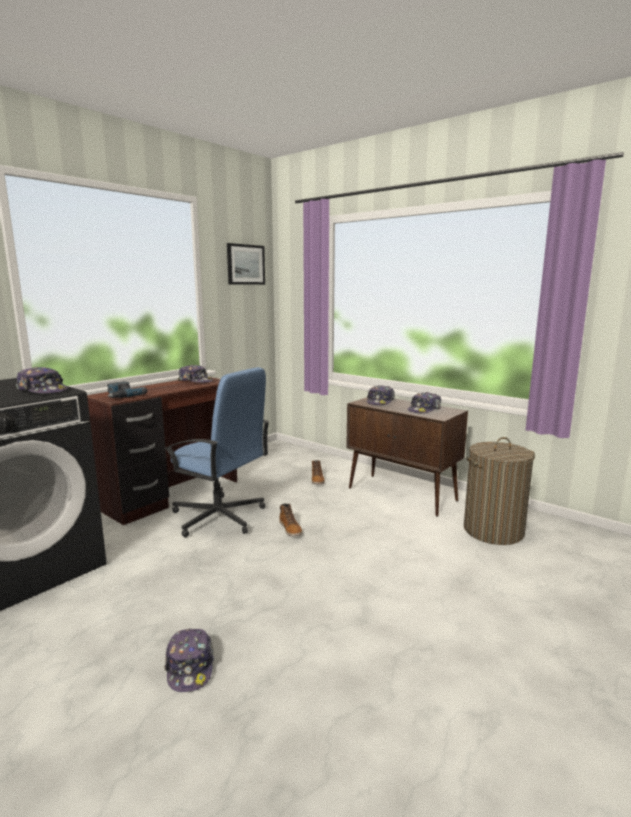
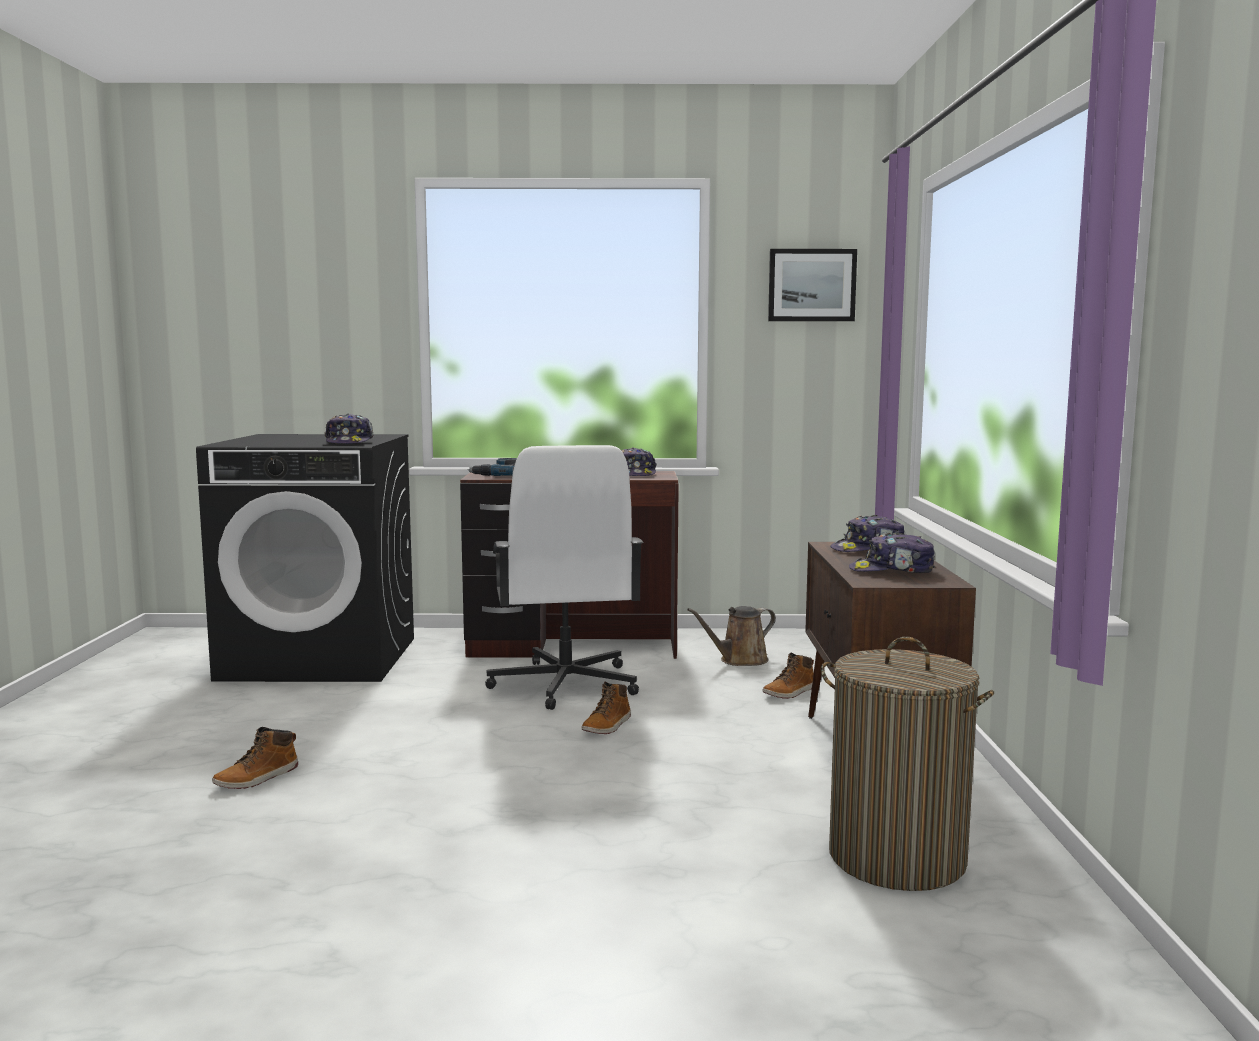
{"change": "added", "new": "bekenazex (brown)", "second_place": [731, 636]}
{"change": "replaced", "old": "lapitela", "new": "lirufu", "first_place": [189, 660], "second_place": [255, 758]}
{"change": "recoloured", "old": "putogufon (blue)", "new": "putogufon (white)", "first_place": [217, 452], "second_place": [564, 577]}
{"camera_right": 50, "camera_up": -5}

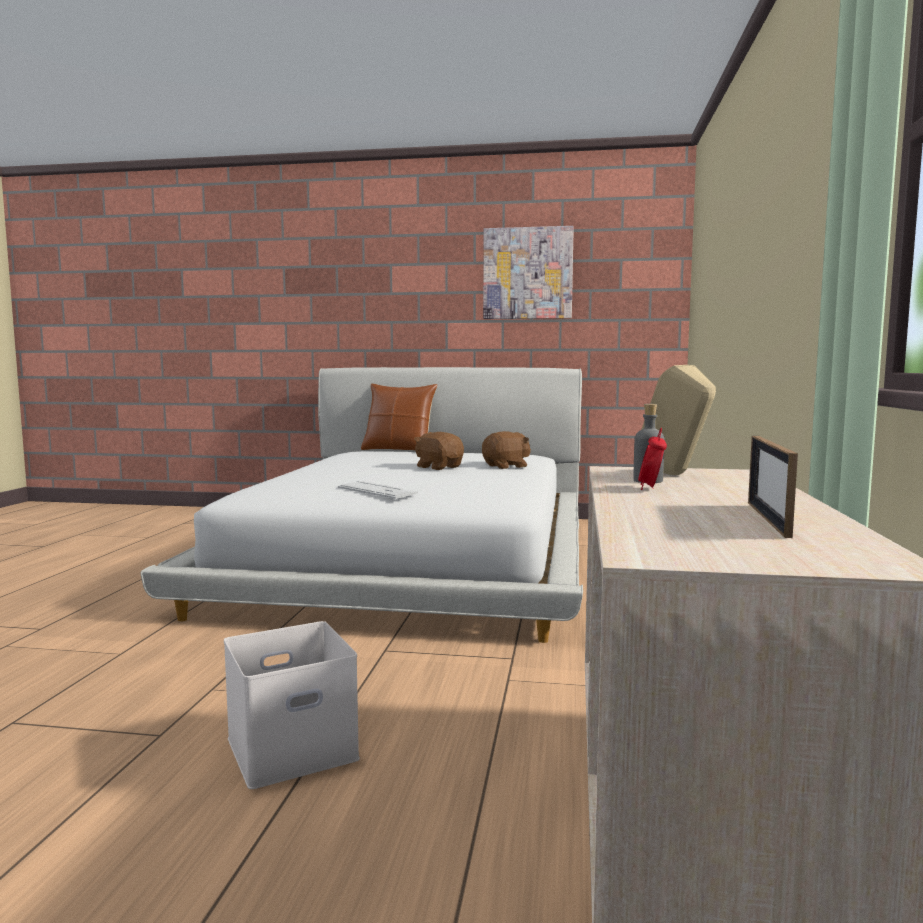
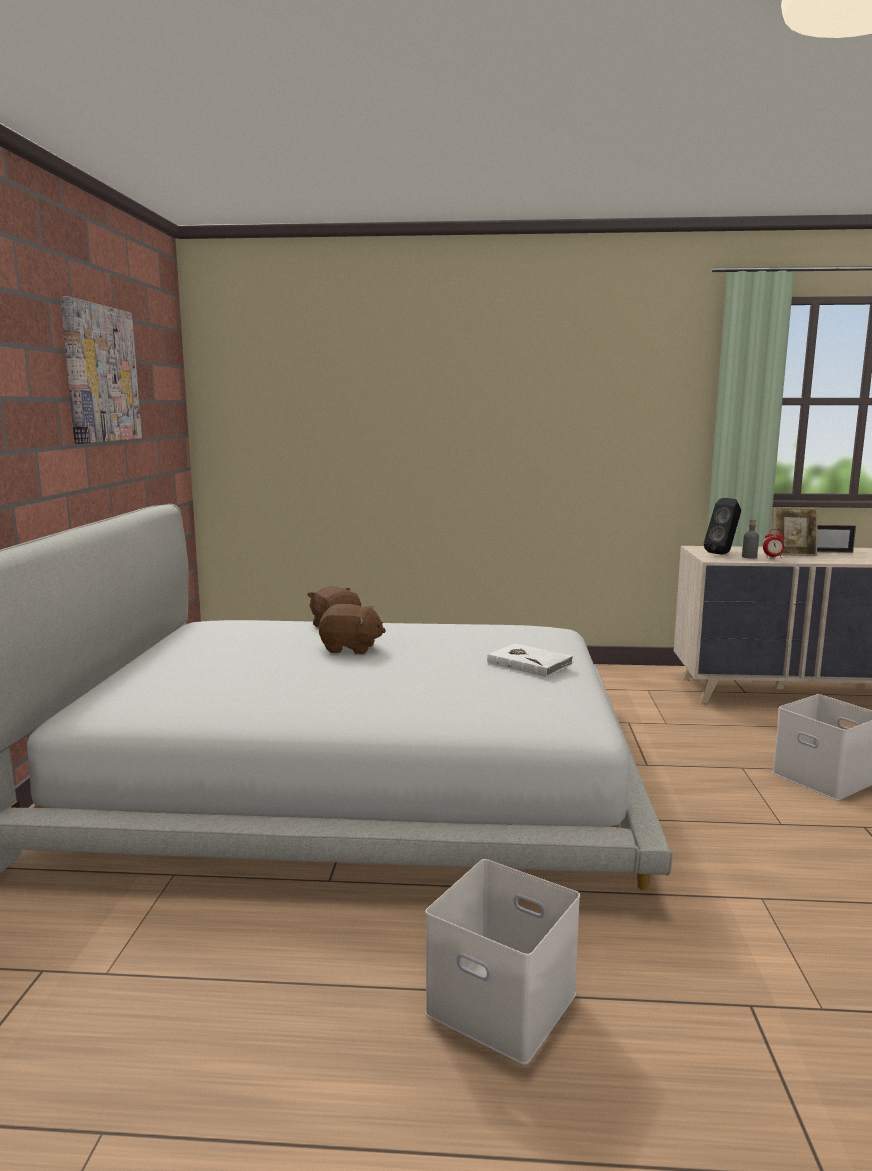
{"change": "removed", "old": "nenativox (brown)", "first_place": [399, 417]}
{"change": "added", "new": "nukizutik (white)", "second_place": [502, 962]}
{"change": "added", "new": "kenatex", "second_place": [796, 531]}
{"change": "replaced", "old": "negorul", "new": "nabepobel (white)", "first_place": [378, 490], "second_place": [530, 660]}
{"change": "recoloured", "old": "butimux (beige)", "new": "butimux (black)", "first_place": [678, 420], "second_place": [722, 526]}
{"change": "turned", "old": "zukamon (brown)", "first_place": [439, 451], "second_place": [352, 629], "degrees": -120}
{"camera_right": -95, "camera_up": 5}

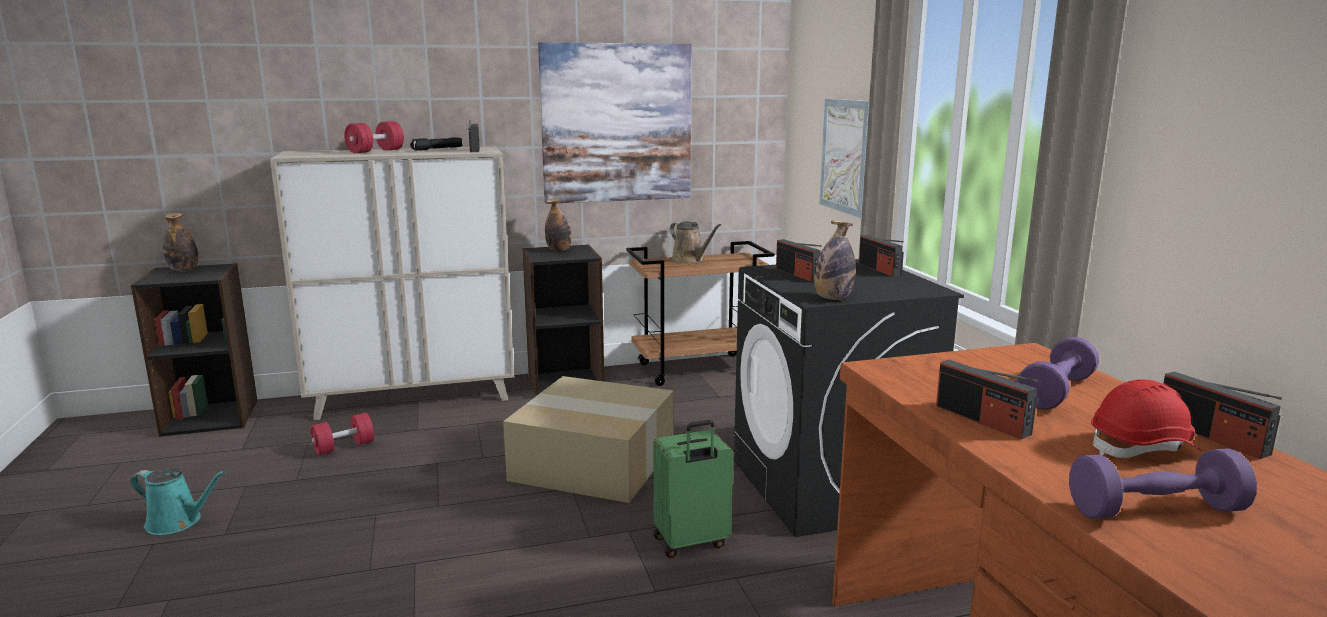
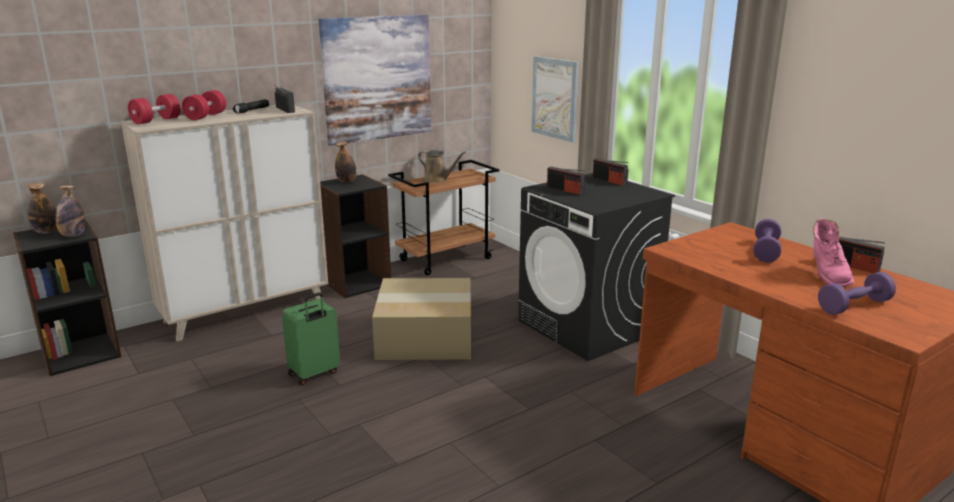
{"change": "removed", "old": "bekenazex (turquoise)", "first_place": [178, 501]}
{"change": "removed", "old": "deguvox", "first_place": [986, 399]}
{"change": "moved", "old": "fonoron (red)", "first_place": [342, 434], "second_place": [154, 109]}
{"change": "moved", "old": "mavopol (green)", "first_place": [693, 489], "second_place": [311, 338]}
{"change": "moved", "old": "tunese", "first_place": [835, 260], "second_place": [70, 211]}
{"change": "replaced", "old": "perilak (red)", "new": "lirufu (pink)", "first_place": [1146, 418], "second_place": [833, 252]}
{"camera_right": -20, "camera_up": 5}

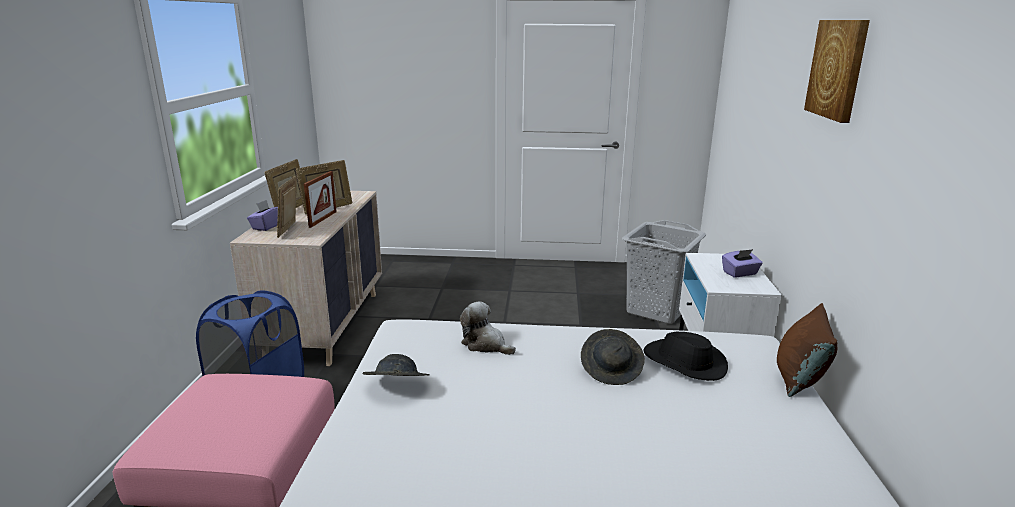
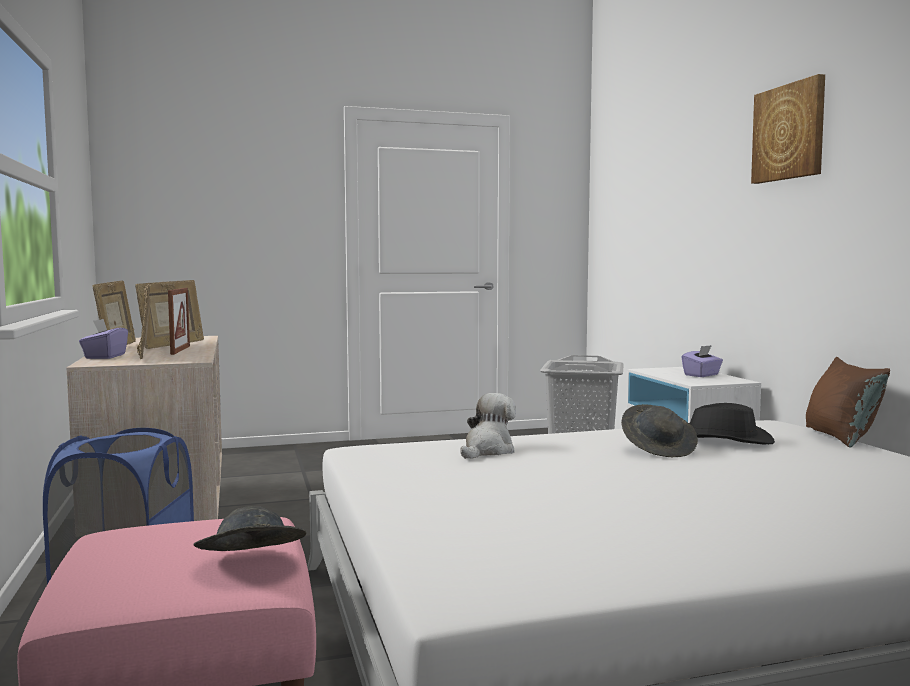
{"change": "moved", "old": "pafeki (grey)", "first_place": [396, 365], "second_place": [250, 528]}
{"change": "turned", "old": "zukamon", "first_place": [488, 328], "second_place": [488, 426], "degrees": 105}
{"camera_right": -20, "camera_up": -15}

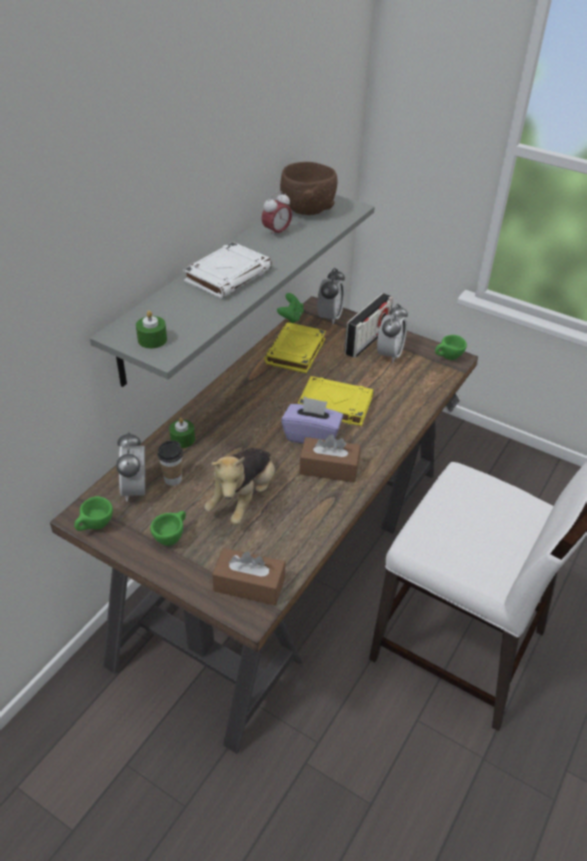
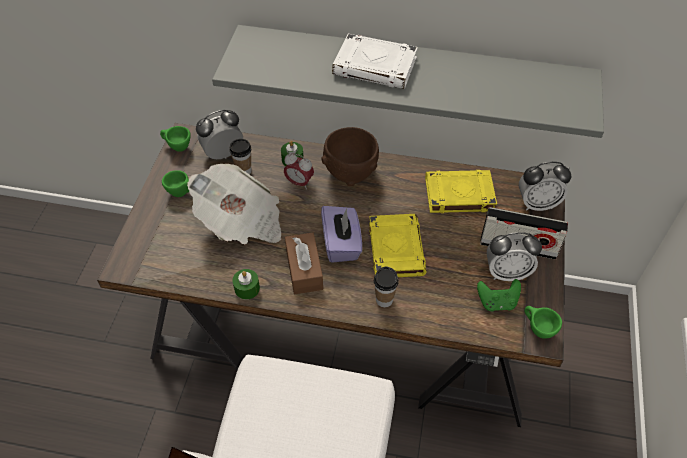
{"change": "removed", "old": "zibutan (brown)", "first_place": [248, 577]}
{"change": "added", "new": "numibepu", "second_place": [386, 286]}
{"change": "moved", "old": "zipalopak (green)", "first_place": [151, 330], "second_place": [246, 284]}
{"change": "moved", "old": "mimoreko", "first_place": [277, 214], "second_place": [299, 171]}
{"change": "moved", "old": "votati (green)", "first_place": [290, 308], "second_place": [499, 295]}
{"change": "moved", "old": "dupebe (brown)", "first_place": [309, 188], "second_place": [350, 156]}
{"change": "replaced", "old": "zukamon", "new": "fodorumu", "first_place": [239, 486], "second_place": [234, 204]}
{"camera_right": 70, "camera_up": 10}

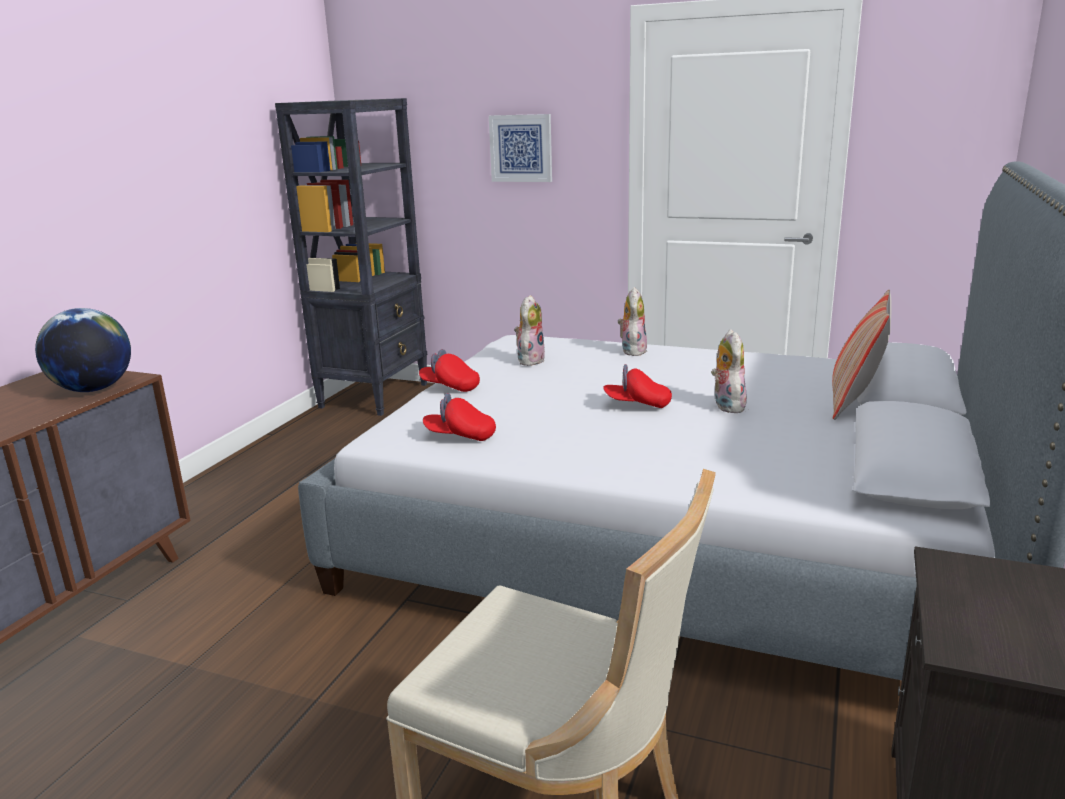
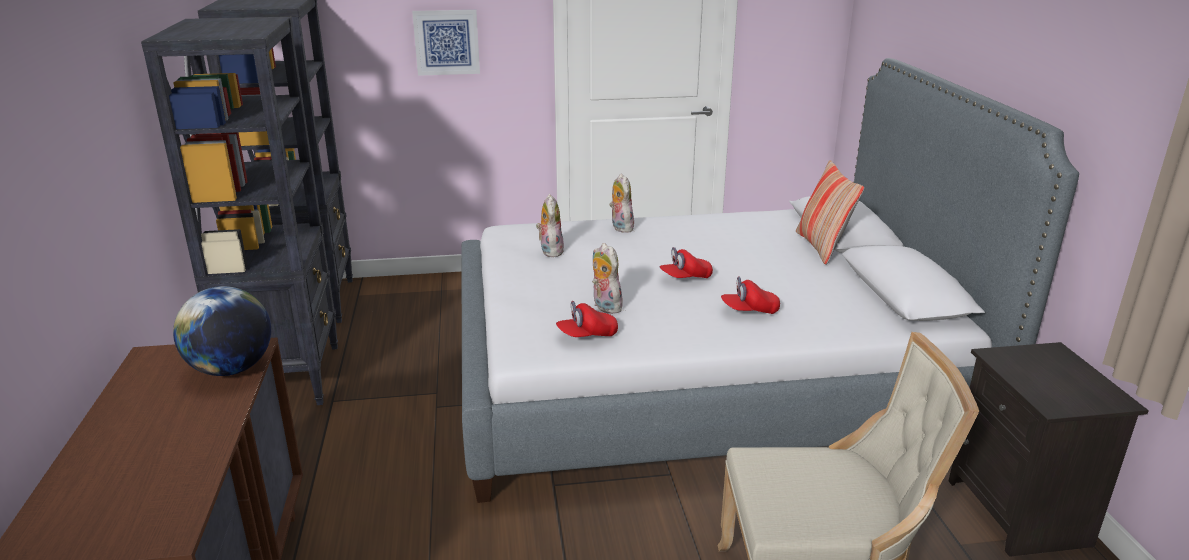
{"change": "added", "new": "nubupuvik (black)", "second_place": [239, 211]}
{"change": "moved", "old": "lapitela (red)", "first_place": [449, 370], "second_place": [750, 295]}
{"change": "moved", "old": "zukamon", "first_place": [729, 371], "second_place": [607, 278]}
{"camera_right": -30, "camera_up": 5}

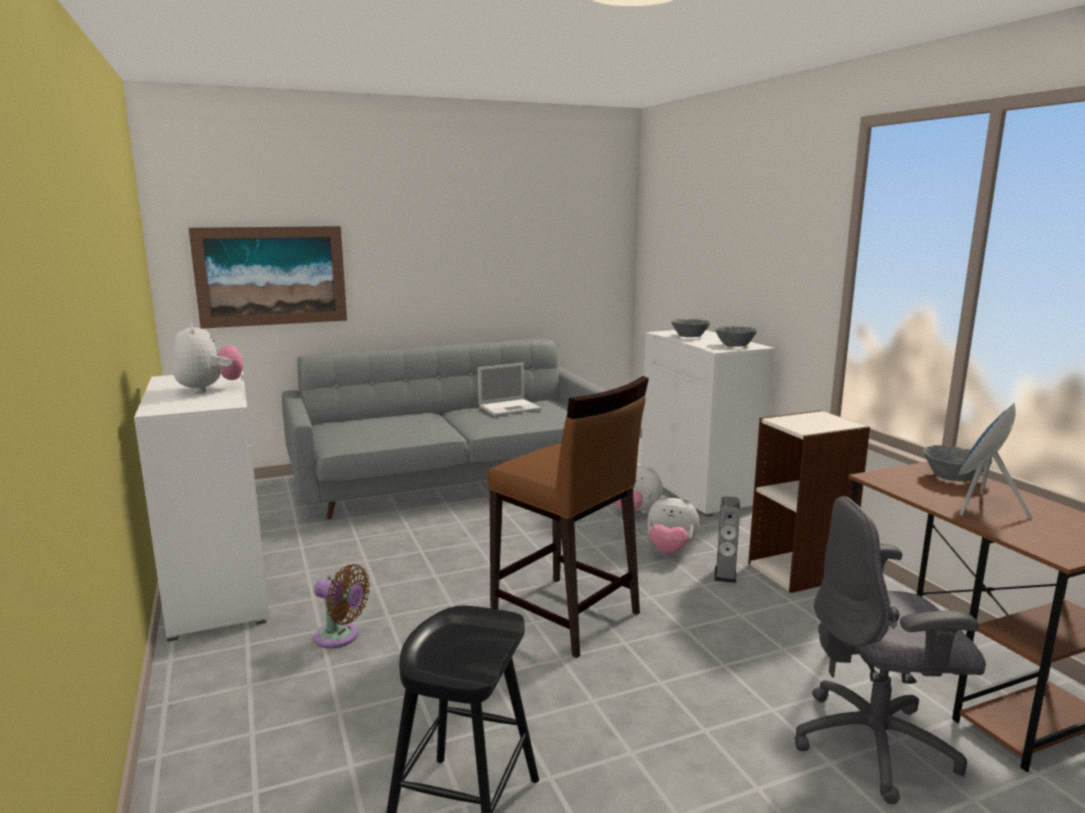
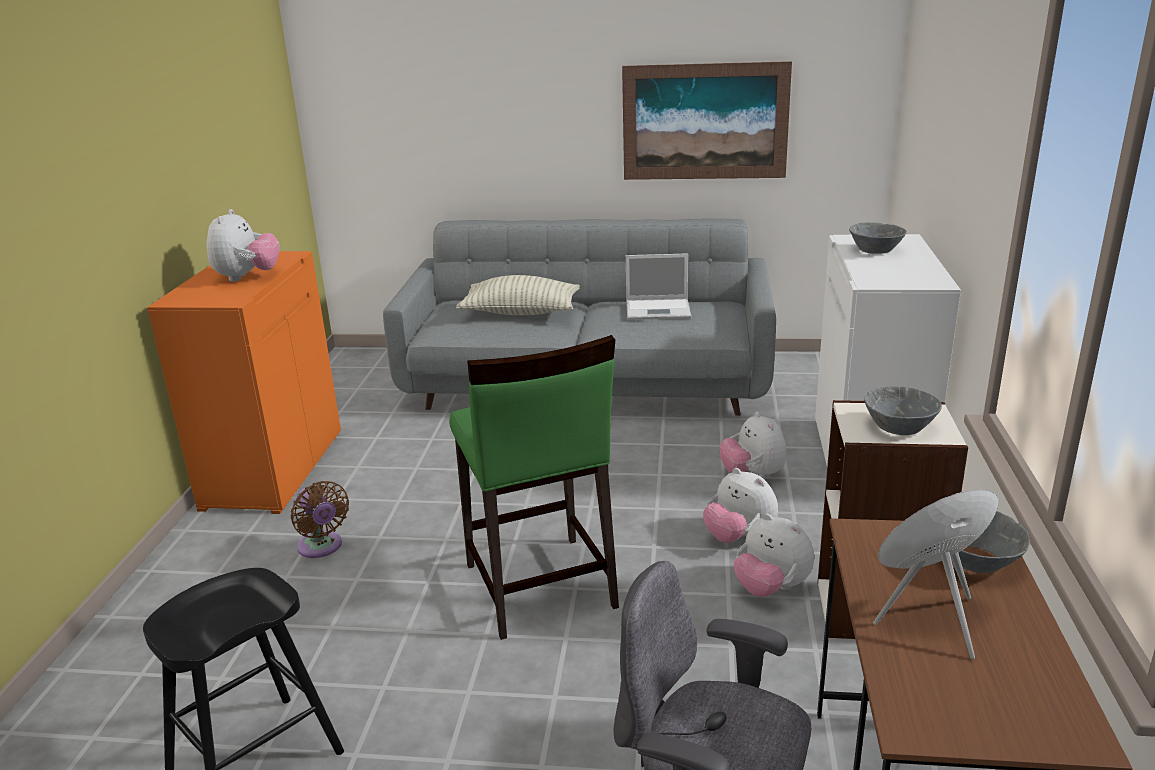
{"change": "added", "new": "nenativox", "second_place": [518, 295]}
{"change": "moved", "old": "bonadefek", "first_place": [268, 277], "second_place": [707, 120]}
{"change": "moved", "old": "dupebe (grey)", "first_place": [736, 336], "second_place": [903, 410]}
{"change": "replaced", "old": "butimux", "new": "zukamon", "first_place": [727, 539], "second_place": [774, 555]}
{"change": "recoloured", "old": "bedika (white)", "new": "bedika (orange)", "first_place": [201, 506], "second_place": [244, 382]}
{"change": "recoloured", "old": "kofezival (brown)", "new": "kofezival (green)", "first_place": [568, 517], "second_place": [534, 487]}
{"camera_right": 30, "camera_up": 10}

